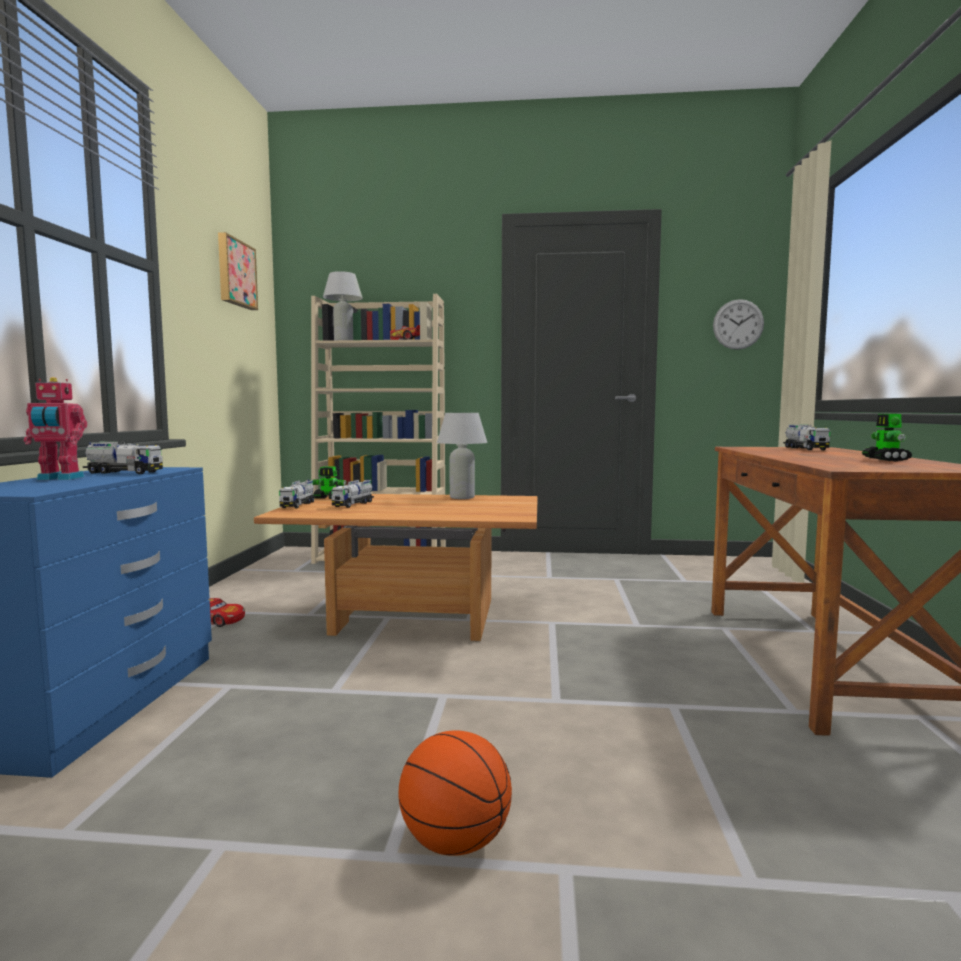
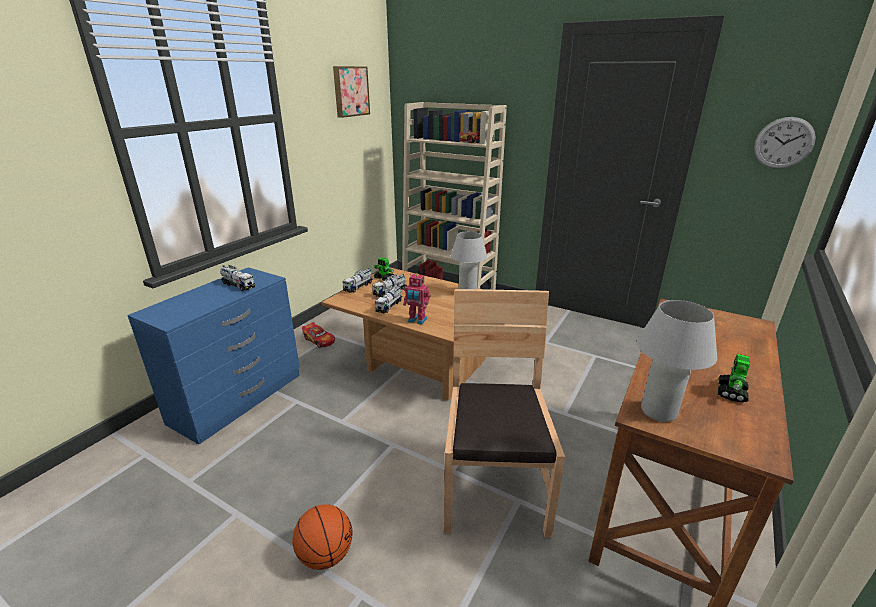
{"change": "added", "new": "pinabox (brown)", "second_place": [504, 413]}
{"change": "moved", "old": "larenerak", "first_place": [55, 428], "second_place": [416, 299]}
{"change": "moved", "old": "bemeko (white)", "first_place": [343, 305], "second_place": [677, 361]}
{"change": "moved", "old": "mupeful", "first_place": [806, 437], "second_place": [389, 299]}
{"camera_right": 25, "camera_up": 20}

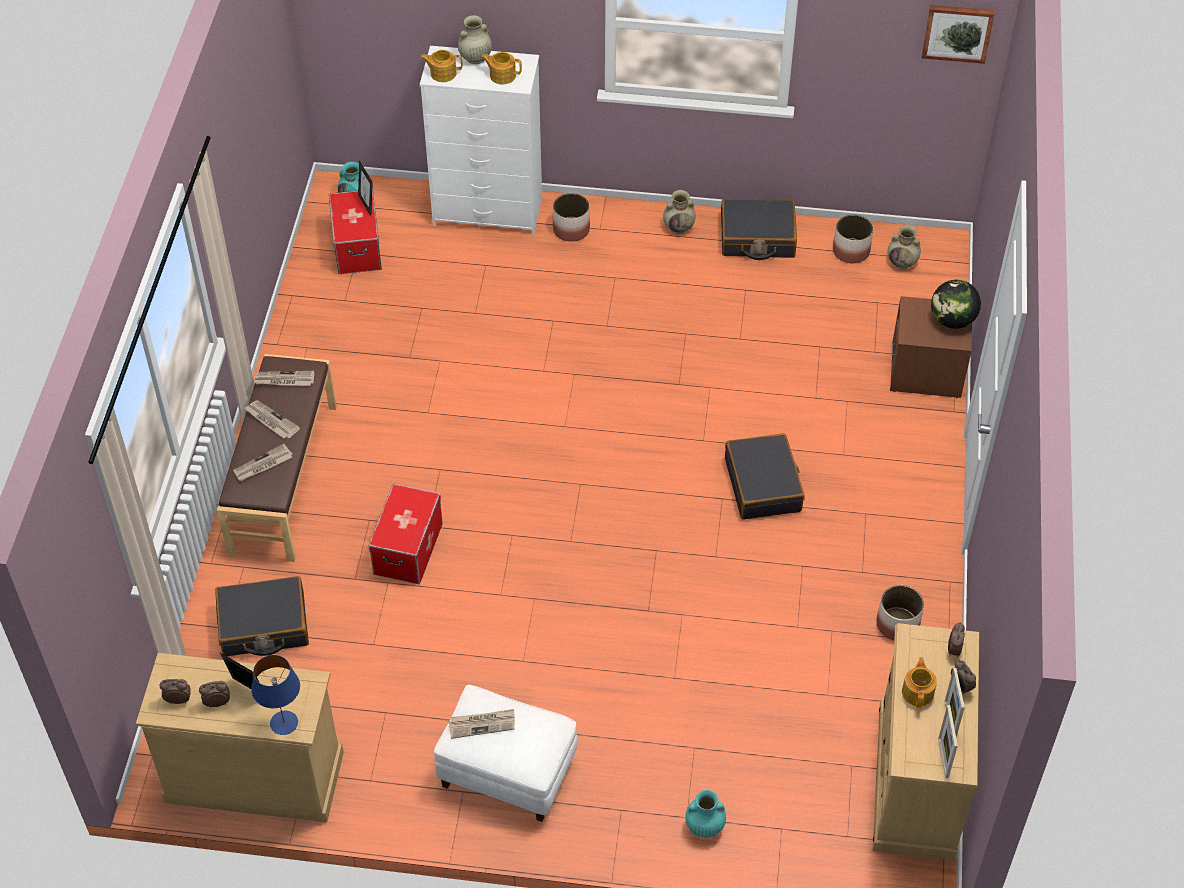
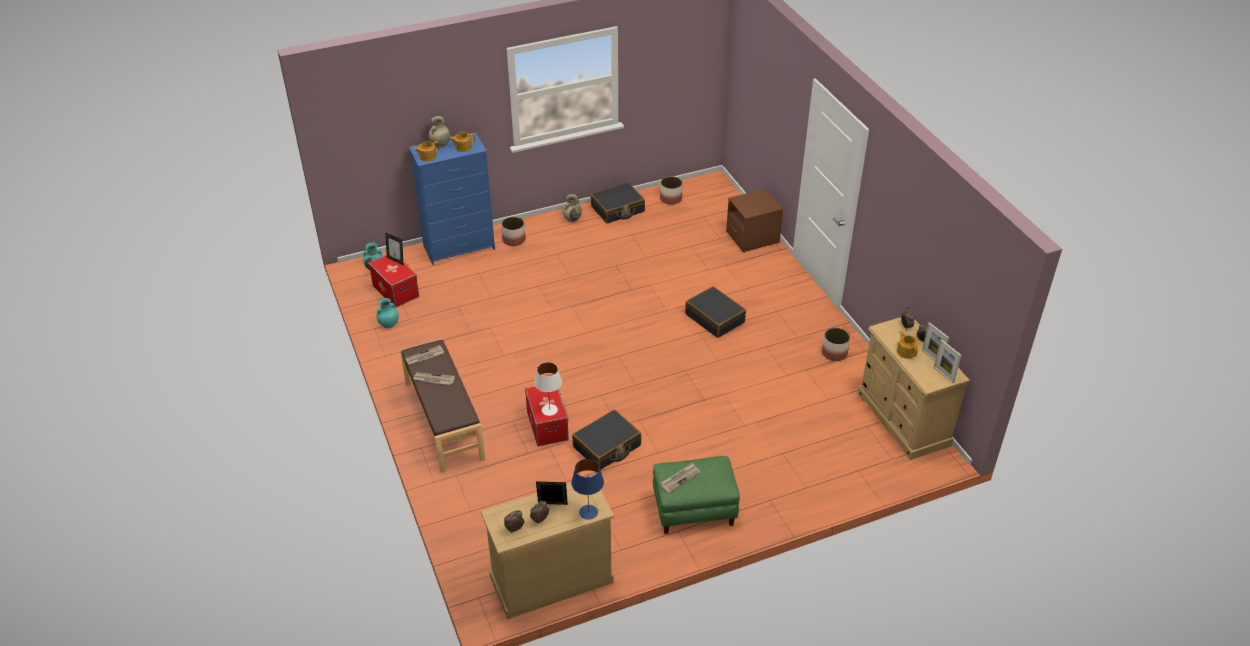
{"change": "removed", "old": "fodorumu", "first_place": [263, 462]}
{"change": "removed", "old": "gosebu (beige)", "first_place": [904, 247]}
{"change": "removed", "old": "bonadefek", "first_place": [958, 34]}
{"change": "removed", "old": "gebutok", "first_place": [956, 304]}
{"change": "added", "new": "bemeko (white)", "second_place": [548, 389]}
{"change": "moved", "old": "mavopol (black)", "first_place": [262, 616], "second_place": [606, 440]}
{"change": "moved", "old": "gosebu (turquoise)", "first_place": [705, 814], "second_place": [388, 313]}
{"change": "recoloured", "old": "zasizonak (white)", "new": "zasizonak (blue)", "first_place": [481, 140], "second_place": [452, 198]}
{"change": "recoloured", "old": "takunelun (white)", "new": "takunelun (green)", "first_place": [506, 753], "second_place": [696, 495]}
{"camera_right": -30, "camera_up": -10}

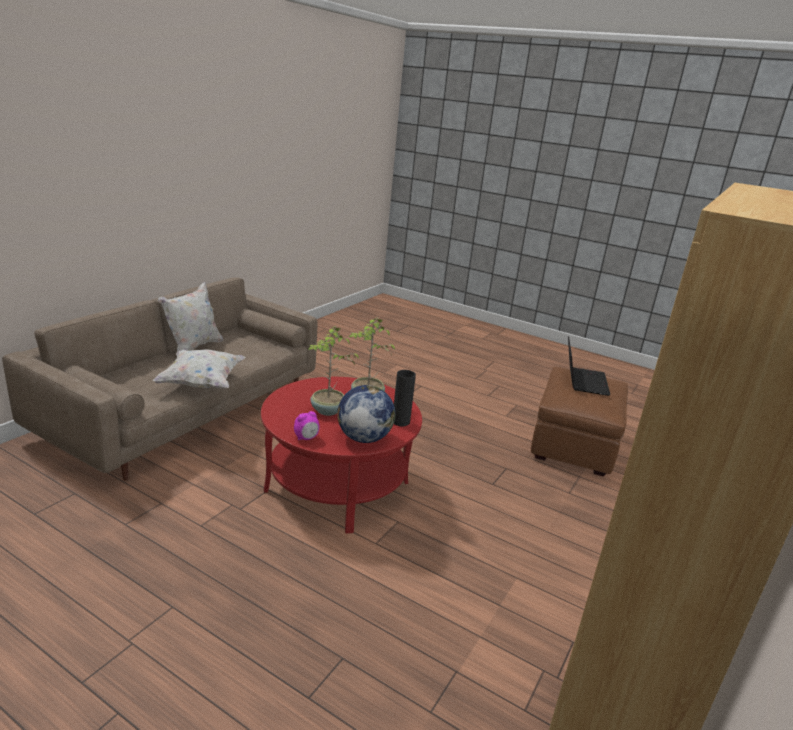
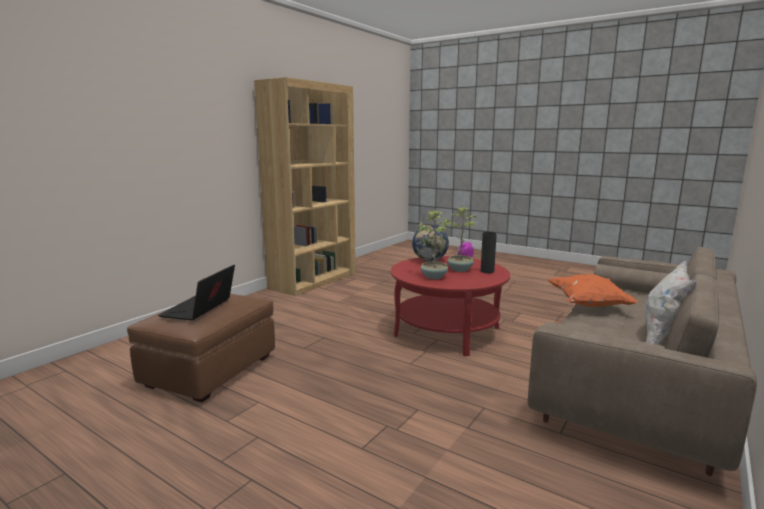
{"change": "moved", "old": "gosebu (black)", "first_place": [405, 398], "second_place": [489, 252]}
{"change": "recoloured", "old": "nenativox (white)", "new": "nenativox (orange)", "first_place": [198, 368], "second_place": [593, 290]}
{"camera_right": -175, "camera_up": -10}

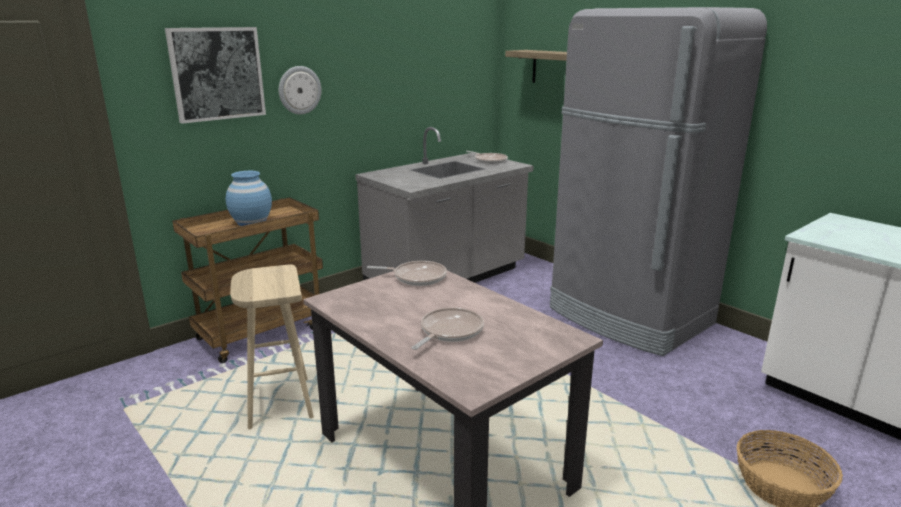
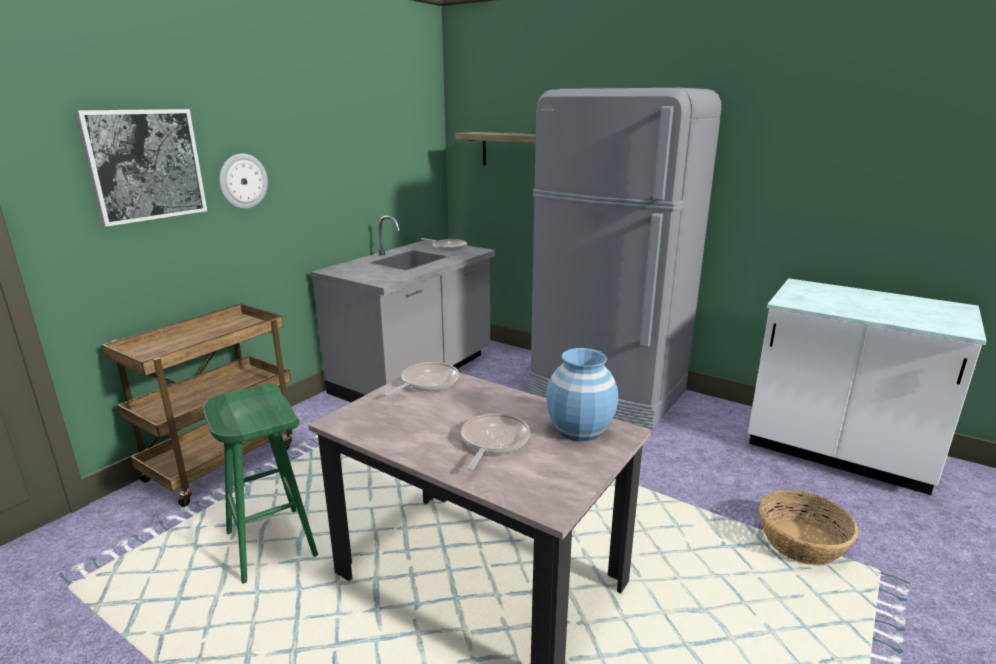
{"change": "moved", "old": "gosebu (blue)", "first_place": [249, 198], "second_place": [582, 394]}
{"change": "recoloured", "old": "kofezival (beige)", "new": "kofezival (green)", "first_place": [272, 347], "second_place": [260, 483]}
{"change": "turned", "old": "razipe", "first_place": [407, 273], "second_place": [421, 379], "degrees": -45}
{"camera_right": -15, "camera_up": 0}

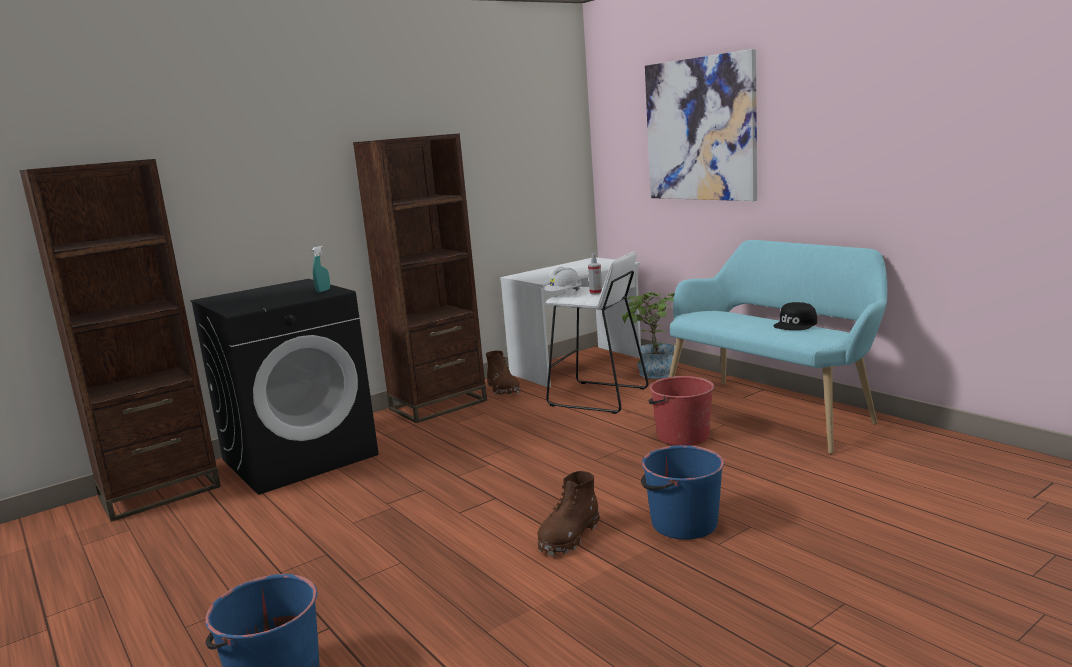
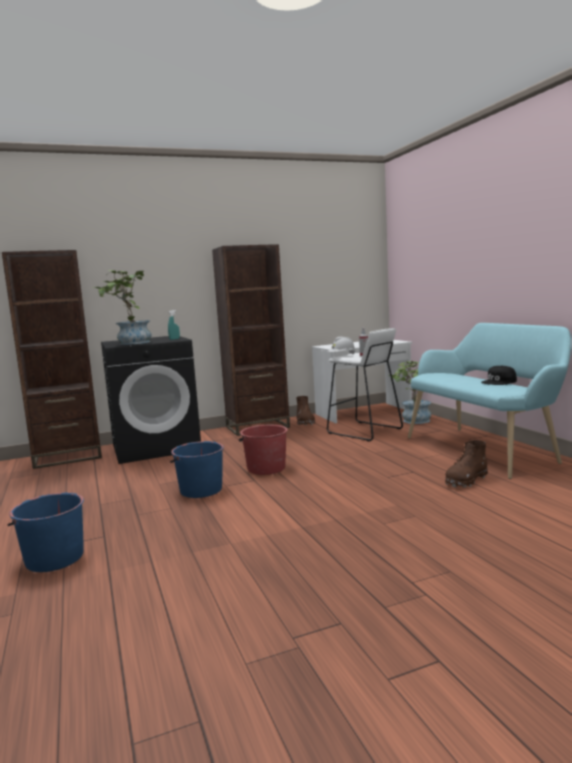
{"change": "removed", "old": "bonadefek", "first_place": [701, 125]}
{"change": "added", "new": "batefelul", "second_place": [122, 307]}
{"change": "moved", "old": "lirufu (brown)", "first_place": [568, 513], "second_place": [466, 464]}
{"change": "moved", "old": "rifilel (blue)", "first_place": [682, 492], "second_place": [197, 469]}
{"change": "moved", "old": "rifilel (red)", "first_place": [681, 411], "second_place": [263, 450]}
{"camera_right": 15, "camera_up": -5}

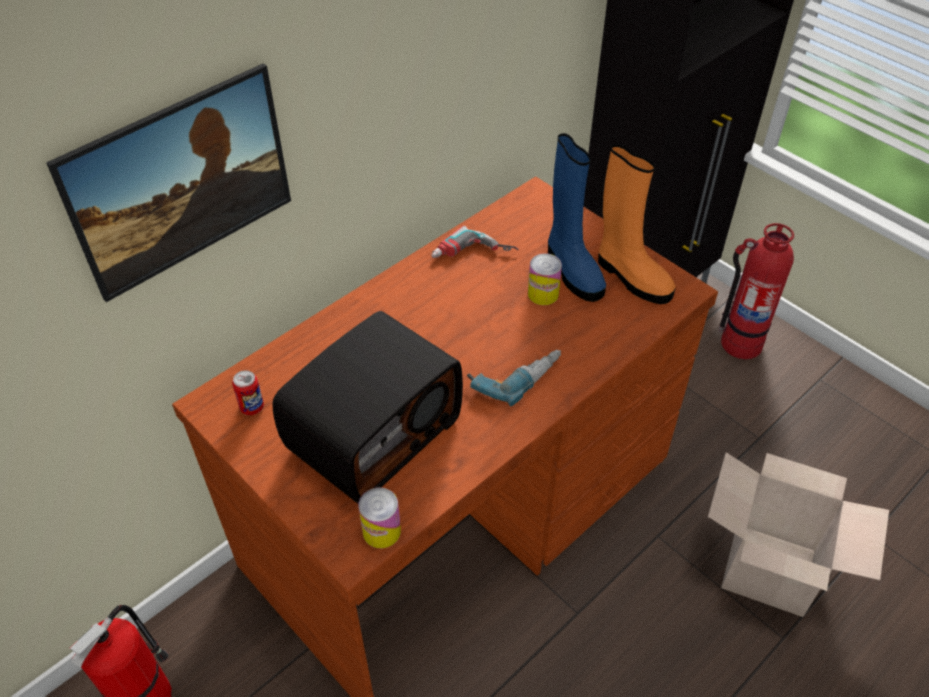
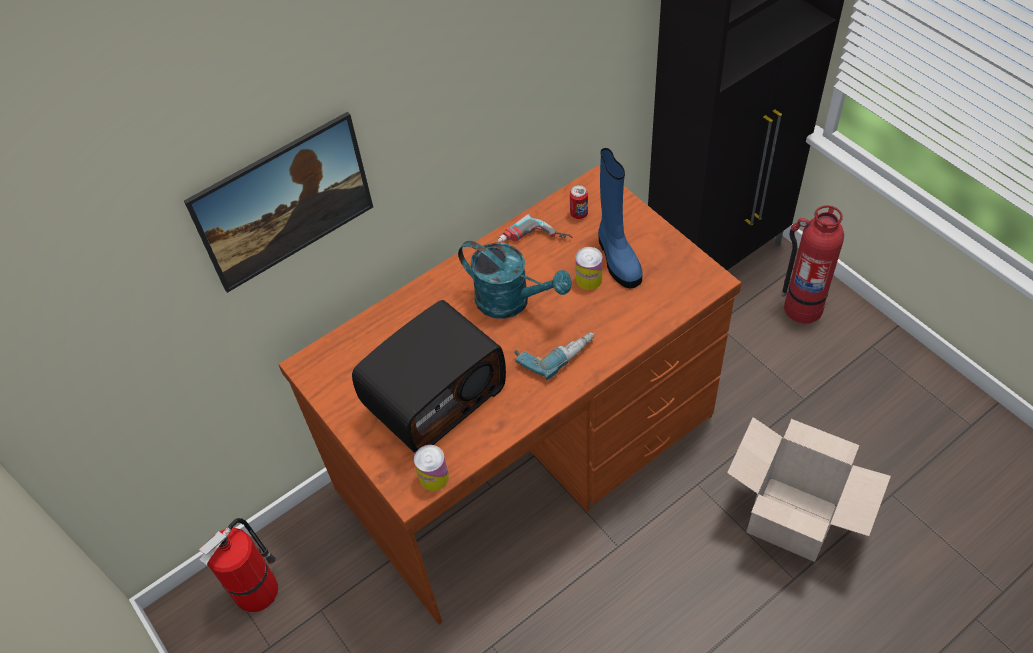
{"change": "removed", "old": "lirufu (orange)", "first_place": [637, 224]}
{"change": "added", "new": "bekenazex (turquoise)", "second_place": [515, 280]}
{"change": "moved", "old": "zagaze", "first_place": [248, 392], "second_place": [579, 202]}
{"camera_right": 10, "camera_up": 5}

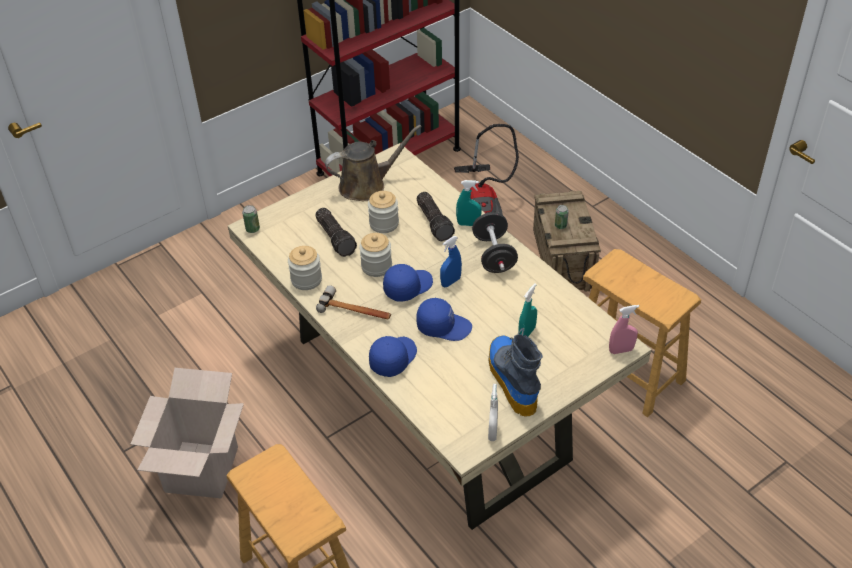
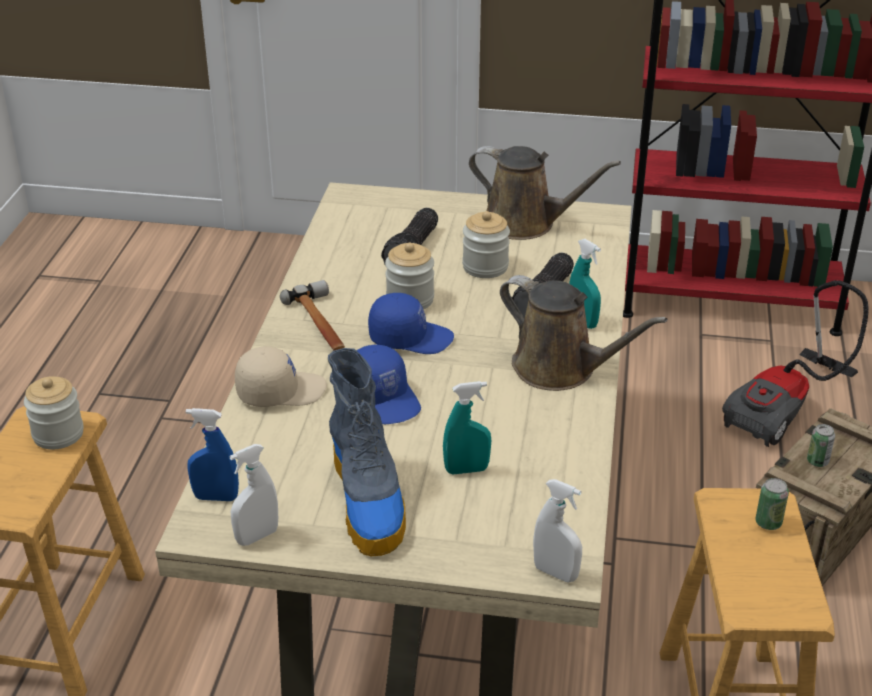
{"change": "removed", "old": "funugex", "first_place": [187, 433]}
{"change": "moved", "old": "zagaze", "first_place": [251, 219], "second_place": [772, 504]}
{"change": "moved", "old": "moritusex", "first_place": [305, 268], "second_place": [54, 412]}
{"change": "moved", "old": "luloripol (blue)", "first_place": [451, 261], "second_place": [212, 454]}
{"change": "replaced", "old": "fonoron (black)", "new": "bekenazex (brown)", "first_place": [495, 242], "second_place": [584, 333]}
{"change": "recoloured", "old": "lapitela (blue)", "new": "lapitela (beige)", "first_place": [393, 356], "second_place": [281, 376]}
{"change": "recoloured", "old": "luloripol (pink)", "new": "luloripol (white)", "first_place": [624, 329], "second_place": [557, 530]}
{"change": "turned", "old": "lirufu", "first_place": [515, 372], "second_place": [367, 452], "degrees": 135}
{"camera_right": 45, "camera_up": -10}

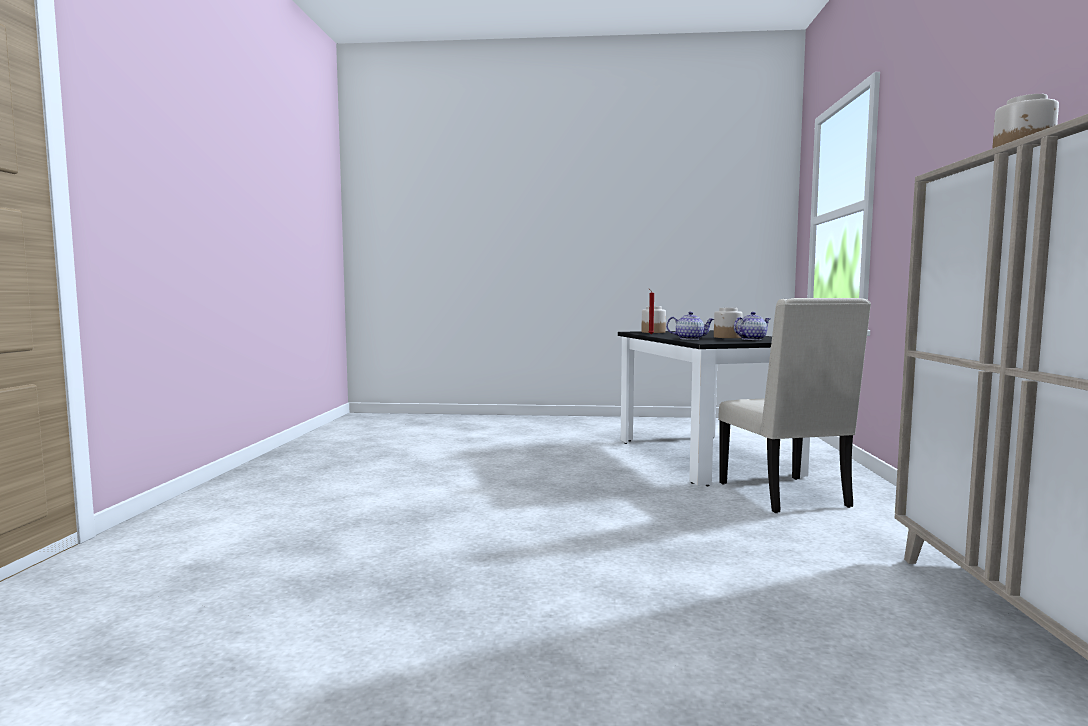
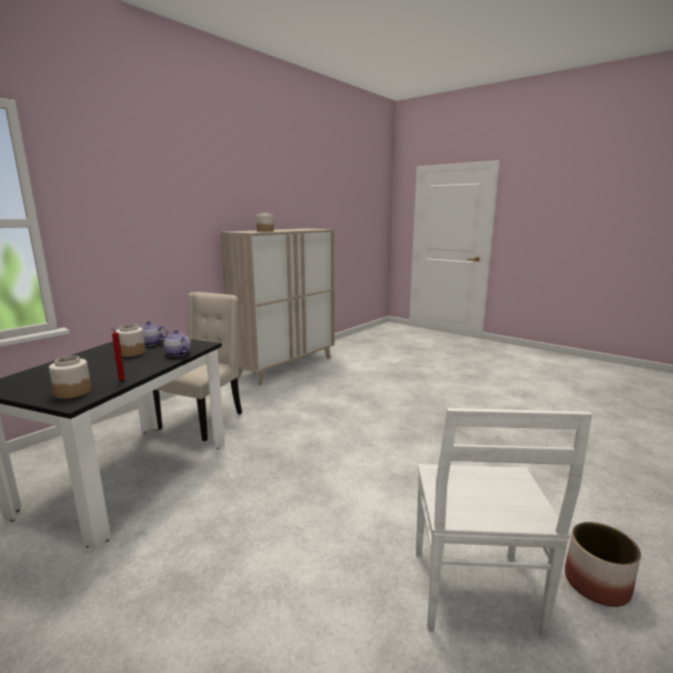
{"change": "added", "new": "pinabox (white)", "second_place": [504, 523]}
{"change": "added", "new": "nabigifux", "second_place": [603, 564]}
{"camera_right": -145, "camera_up": 10}

